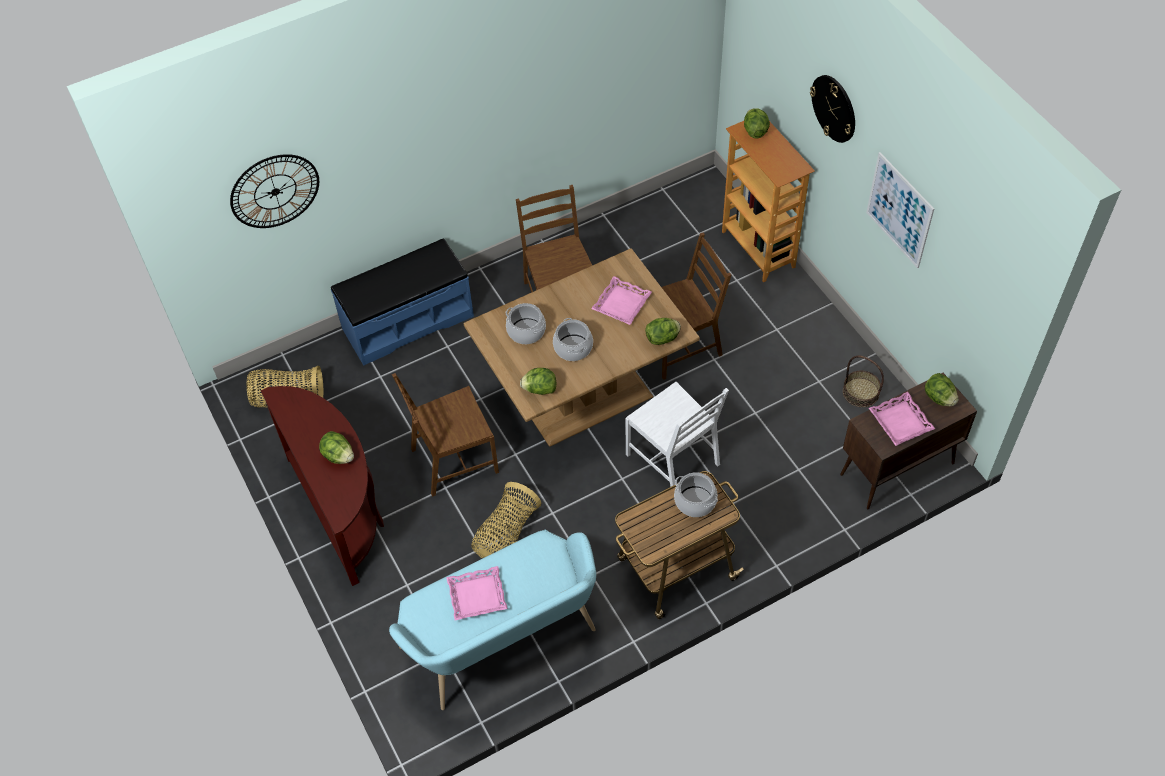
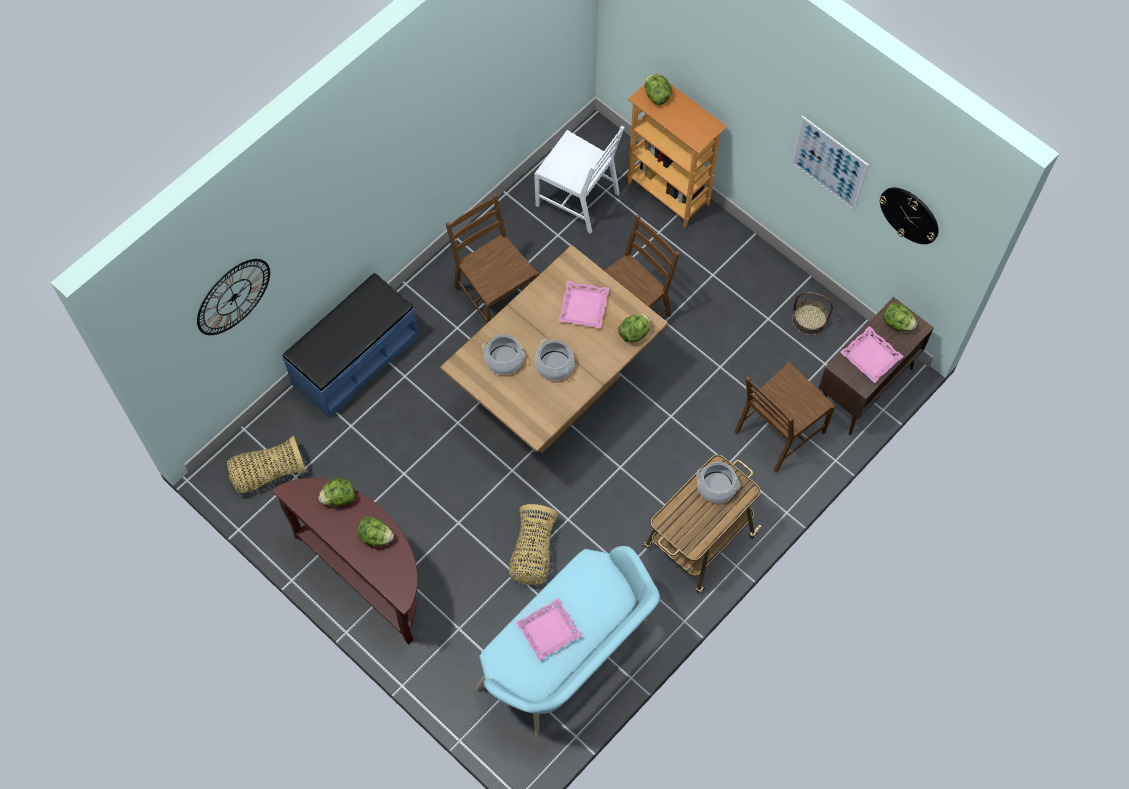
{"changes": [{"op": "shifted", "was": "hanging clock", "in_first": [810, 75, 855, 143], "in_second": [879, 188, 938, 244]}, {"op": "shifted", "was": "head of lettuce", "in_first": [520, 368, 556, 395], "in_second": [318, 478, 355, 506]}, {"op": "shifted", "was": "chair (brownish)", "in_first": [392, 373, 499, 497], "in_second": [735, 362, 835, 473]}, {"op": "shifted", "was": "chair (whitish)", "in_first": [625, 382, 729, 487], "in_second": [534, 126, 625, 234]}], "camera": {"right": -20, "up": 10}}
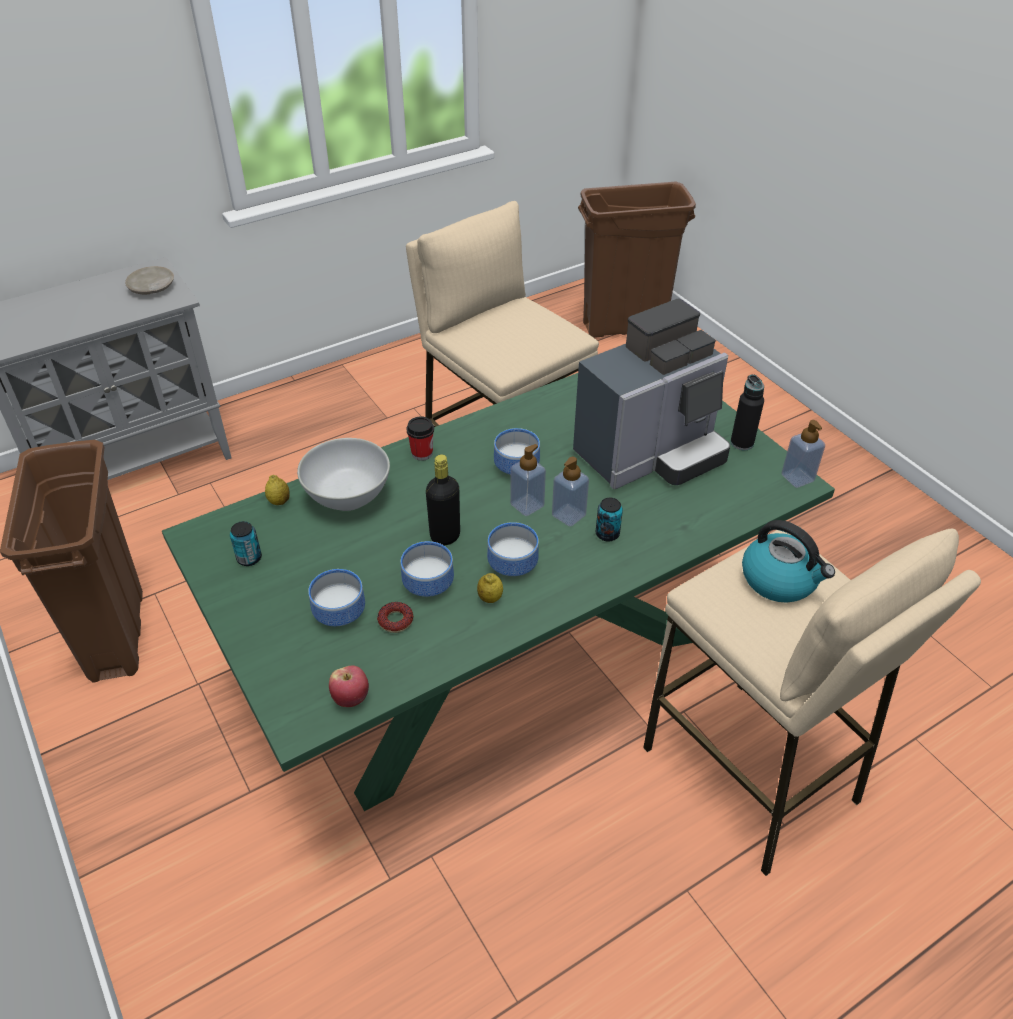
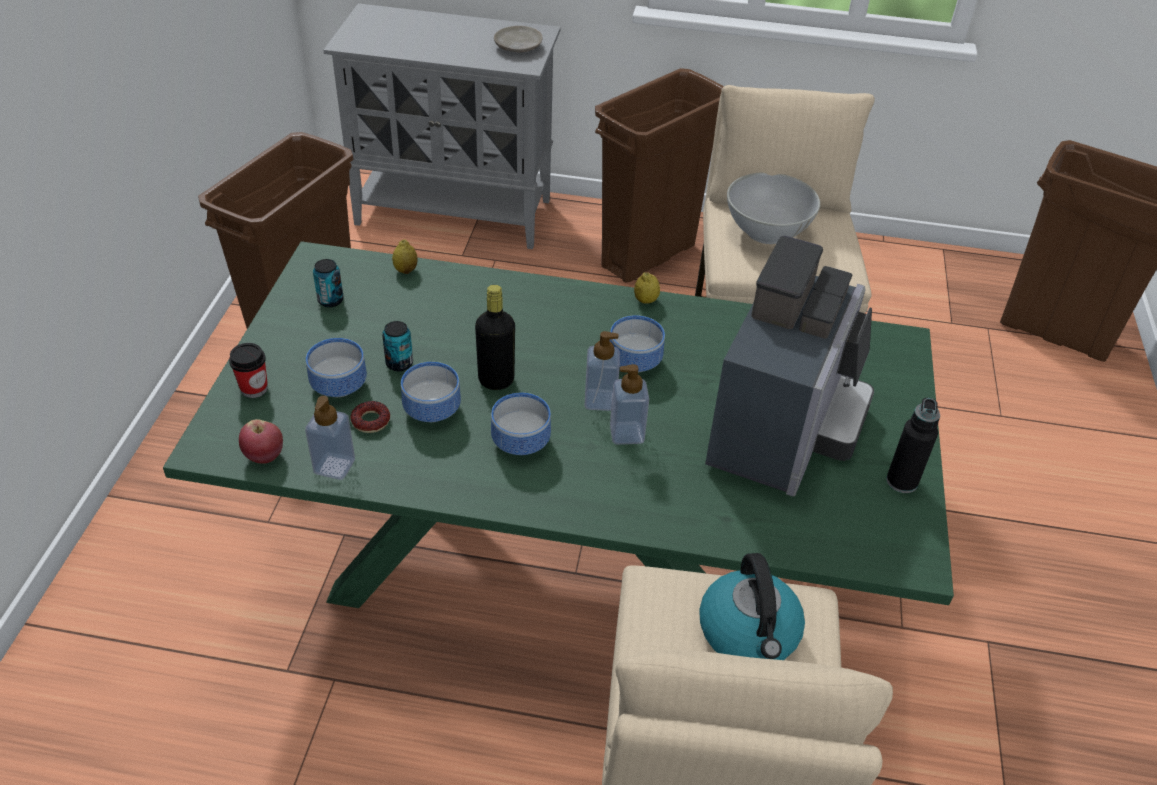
{"changes": [{"op": "rotated", "was": "coffee machine", "in_first": [573, 299, 730, 489], "in_second": [705, 236, 874, 496], "clockwise": -75}, {"op": "shifted", "was": "cup", "in_first": [406, 416, 434, 461], "in_second": [229, 343, 268, 398]}, {"op": "shifted", "was": "liquid soap bottle", "in_first": [781, 420, 825, 488], "in_second": [305, 396, 355, 480]}, {"op": "shifted", "was": "bowl (whitish)", "in_first": [297, 438, 390, 511], "in_second": [727, 173, 820, 244]}, {"op": "shifted", "was": "sealed can", "in_first": [596, 497, 623, 541], "in_second": [382, 321, 413, 371]}, {"op": "shifted", "was": "citrus fruit", "in_first": [477, 573, 503, 603], "in_second": [634, 272, 660, 303]}, {"op": "new", "now": "rubbish bin (brownish)", "in_second": [595, 68, 724, 283]}], "camera": {"right": 40, "up": 0}}
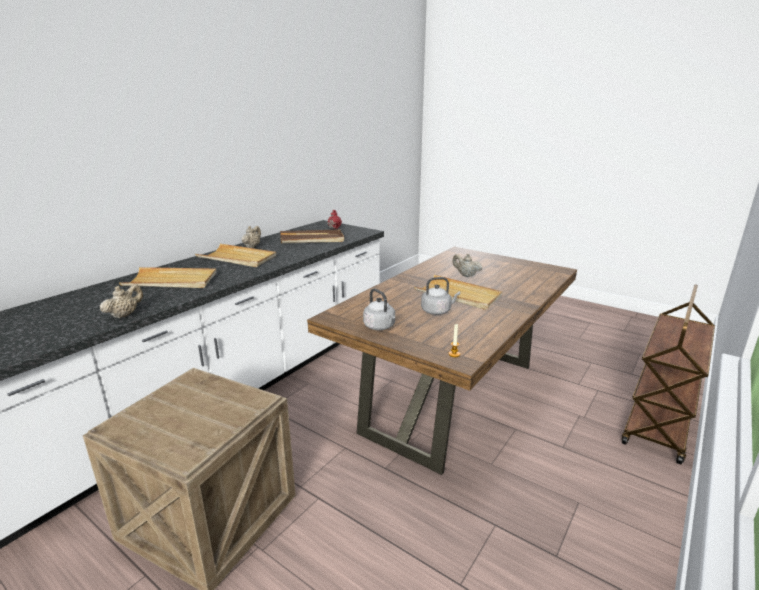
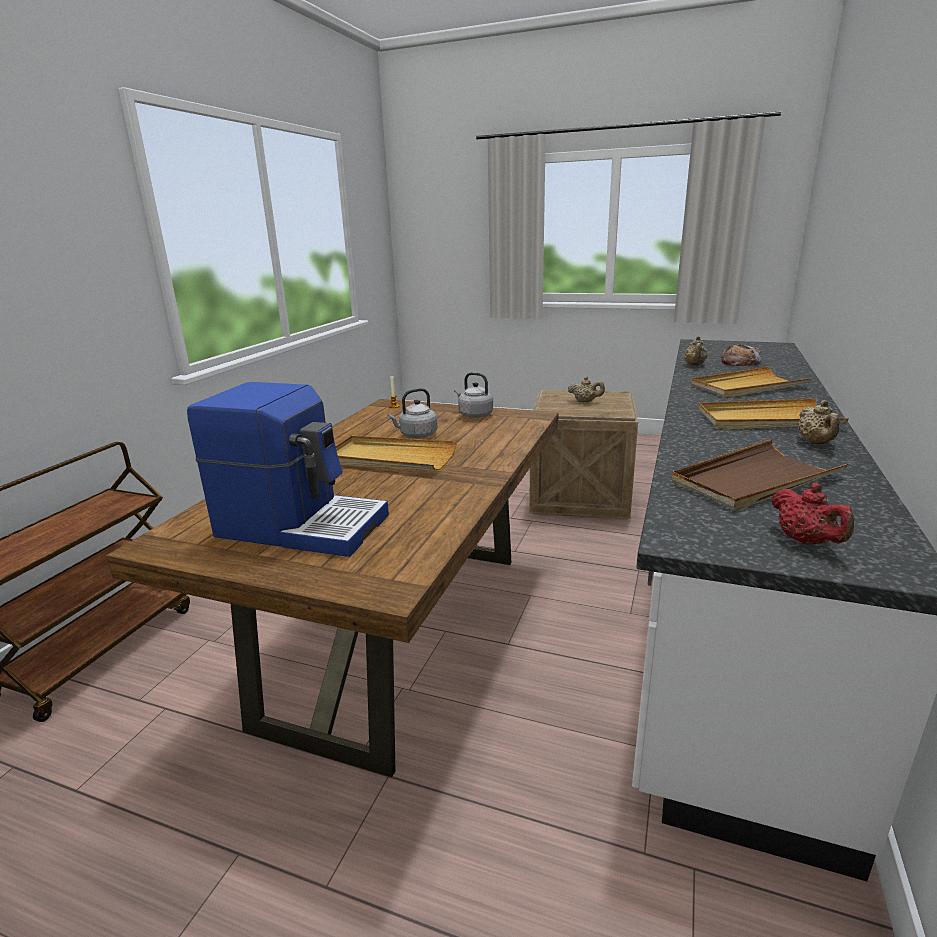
{"changes": [{"op": "shifted", "was": "teapot (beige-coloured)", "in_first": [452, 254, 483, 277], "in_second": [568, 377, 605, 403]}, {"op": "new", "now": "baked bread", "in_second": [720, 344, 761, 366]}, {"op": "new", "now": "coffee machine", "in_second": [187, 382, 389, 557]}], "camera": {"right": 165, "up": 0}}
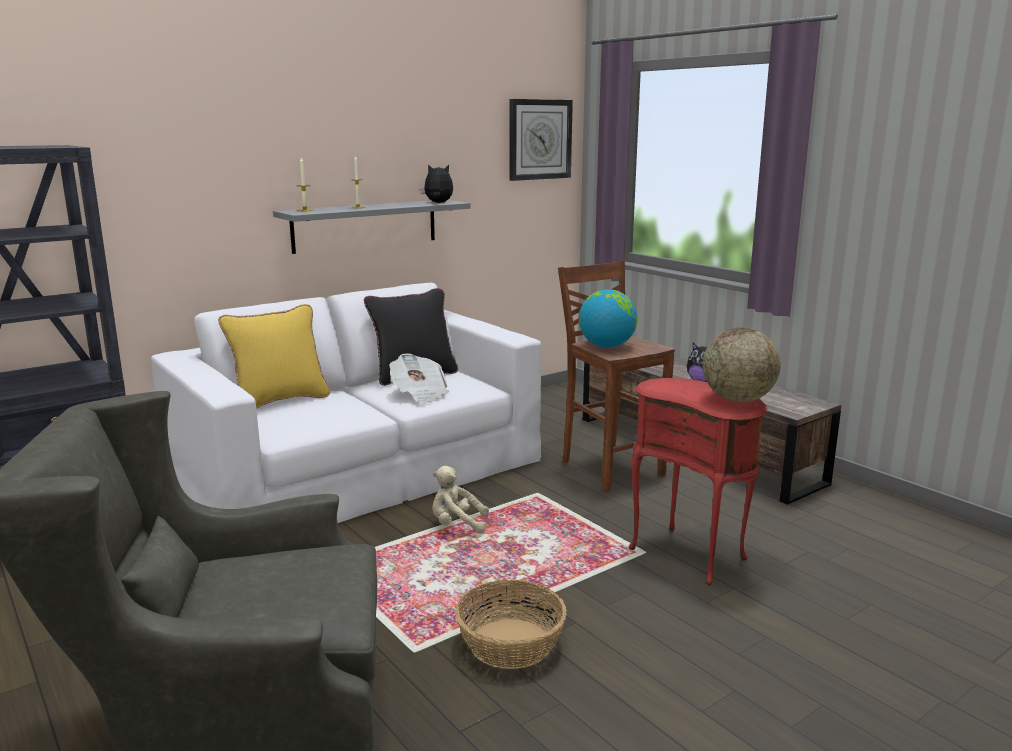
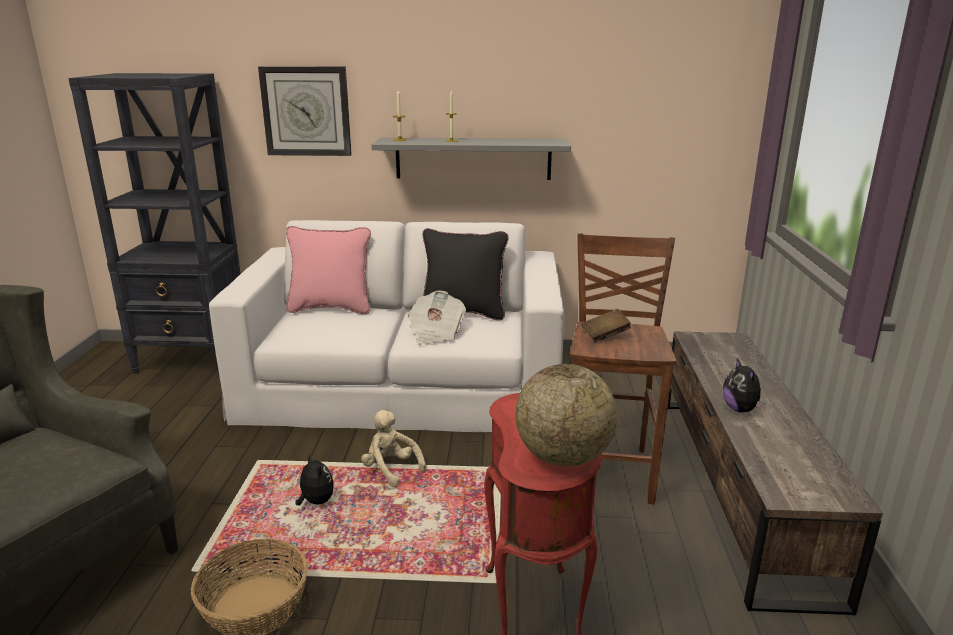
{"changes": [{"op": "shifted", "was": "hanging clock", "in_first": [510, 99, 573, 181], "in_second": [258, 66, 352, 156]}, {"op": "shifted", "was": "cuddly toy", "in_first": [420, 164, 453, 203], "in_second": [295, 453, 334, 505]}, {"op": "swapped", "was": "world globe", "now": "book (brownish)", "in_first": [579, 289, 638, 348], "in_second": [582, 309, 631, 342]}, {"op": "repainted", "was": "throw pillow (yellowish)", "now": "throw pillow (pink-coloured)", "in_first": [218, 304, 330, 409], "in_second": [286, 226, 371, 314]}], "camera": {"right": 40, "up": 5}}
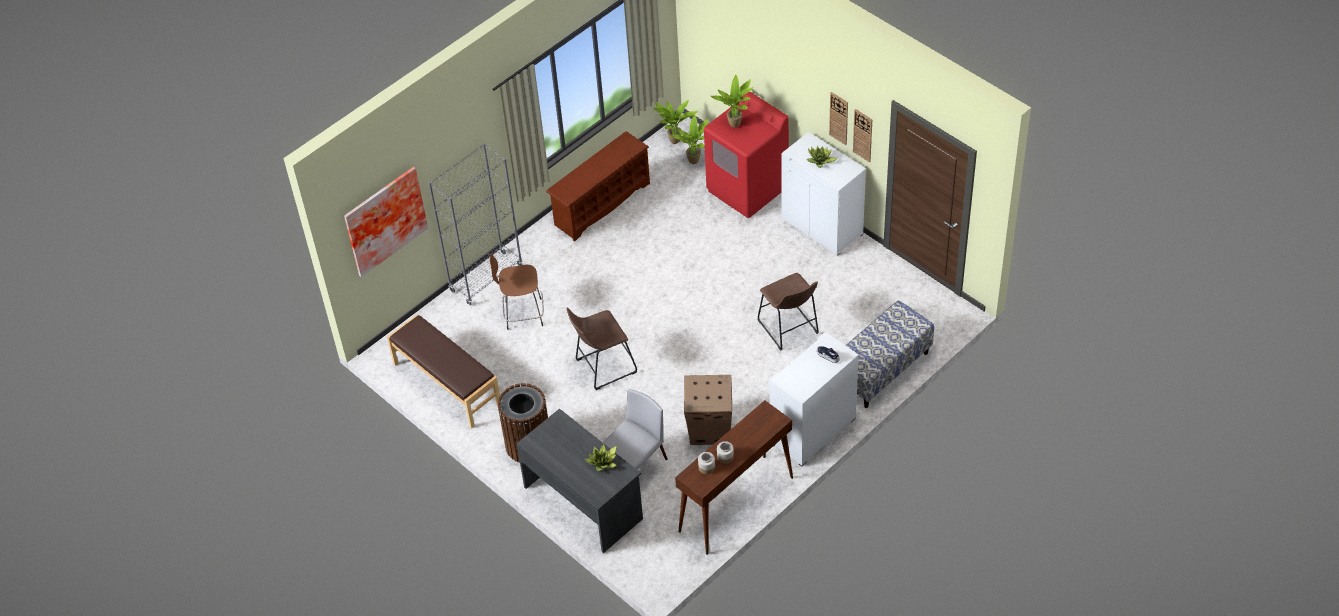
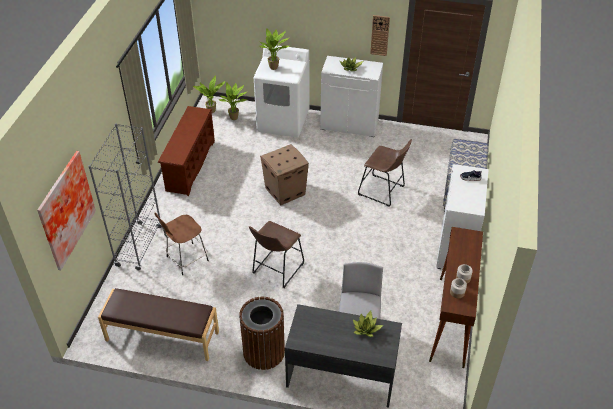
{"changes": [{"op": "repainted", "was": "washing machine (red-coloured)", "now": "washing machine (whitish)", "in_first": [704, 92, 789, 218], "in_second": [254, 45, 309, 138]}, {"op": "gone", "was": "hanging clock", "in_first": [829, 92, 848, 145]}, {"op": "shifted", "was": "packing box", "in_first": [684, 375, 732, 445], "in_second": [260, 144, 309, 205]}], "camera": {"right": -35, "up": -5}}
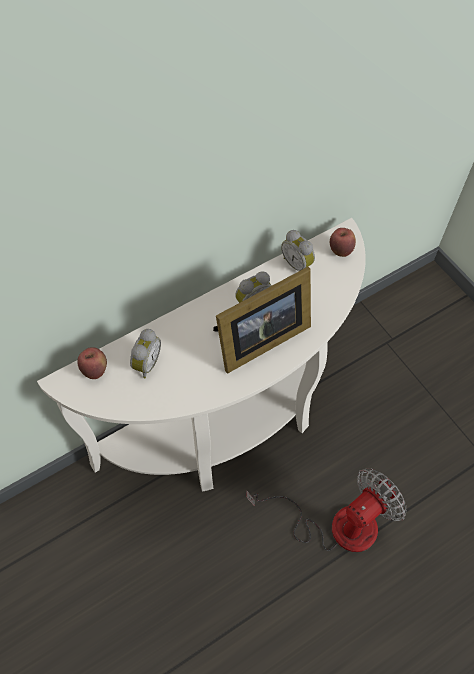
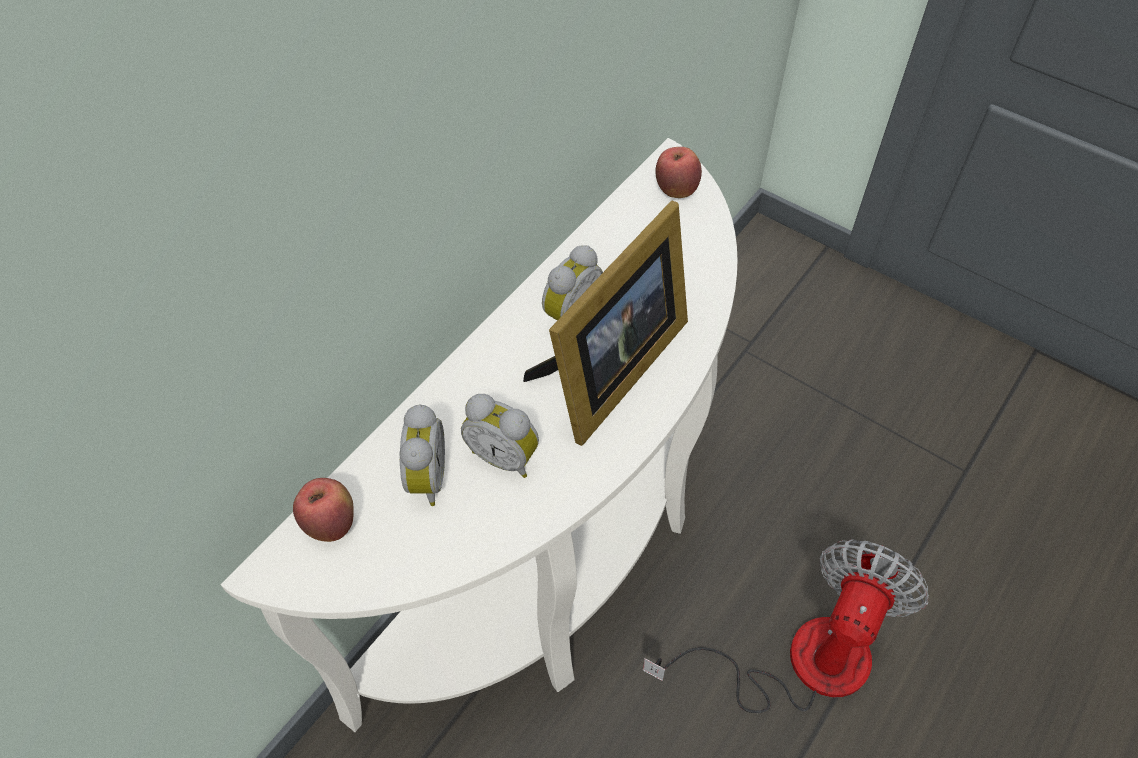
{"changes": [{"op": "shifted", "was": "bedside clock", "in_first": [281, 230, 315, 271], "in_second": [461, 394, 539, 478]}], "camera": {"right": -20, "up": -5}}
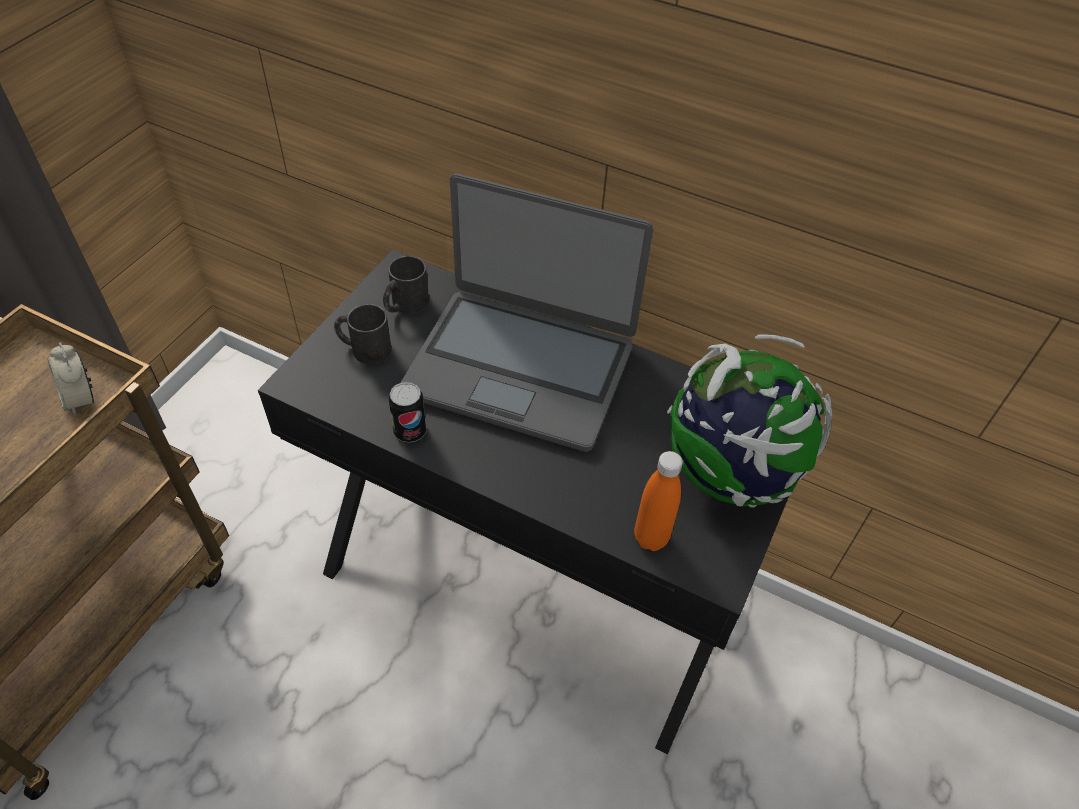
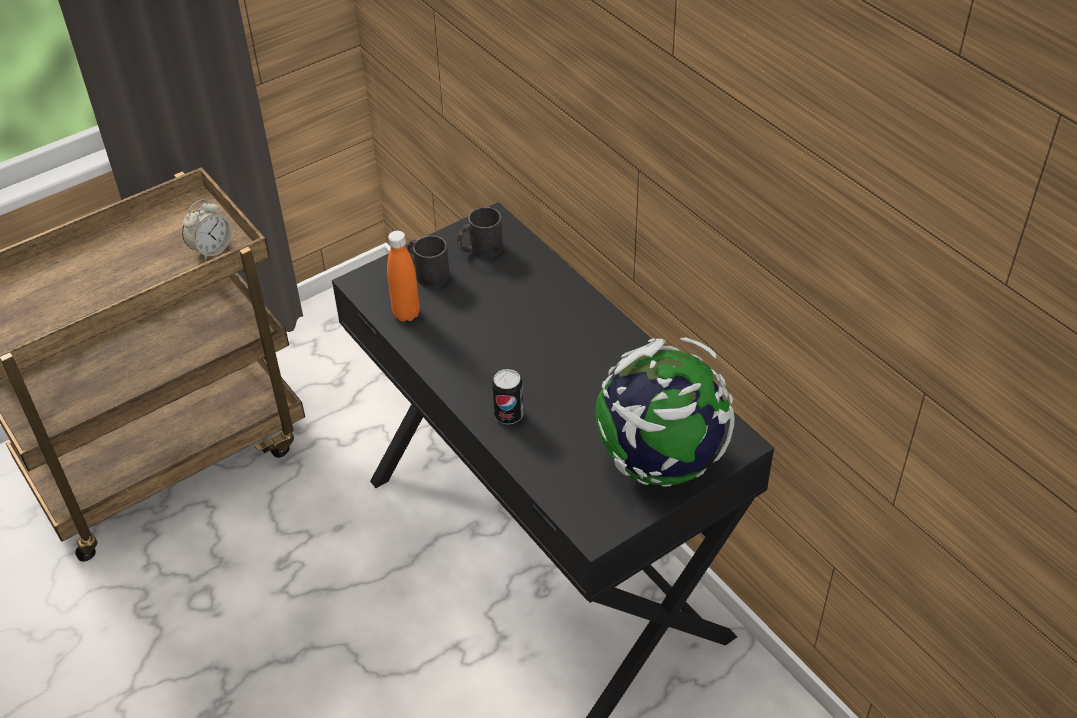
{"changes": [{"op": "gone", "was": "laptop", "in_first": [400, 174, 653, 452]}, {"op": "rotated", "was": "bedside clock", "in_first": [47, 342, 94, 416], "in_second": [182, 199, 232, 261], "clockwise": -135}, {"op": "shifted", "was": "sealed can", "in_first": [388, 382, 427, 443], "in_second": [492, 369, 524, 424]}, {"op": "shifted", "was": "drink bottle (orange-coloured)", "in_first": [634, 451, 683, 551], "in_second": [387, 231, 420, 322]}], "camera": {"right": 30, "up": -5}}
